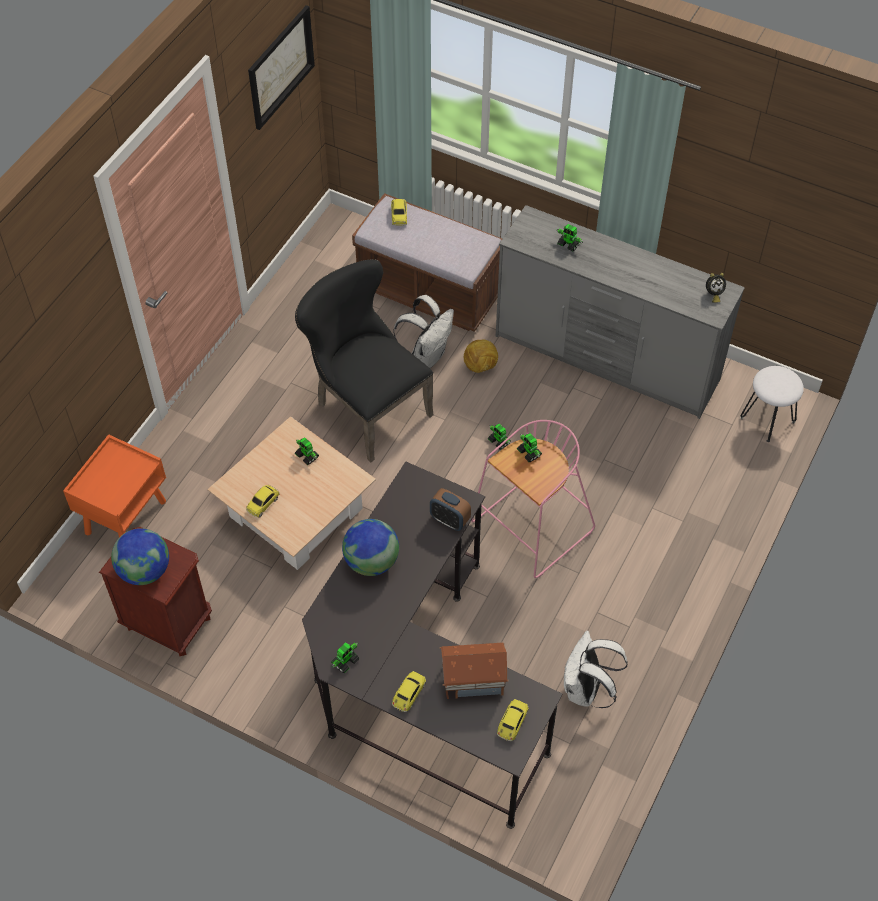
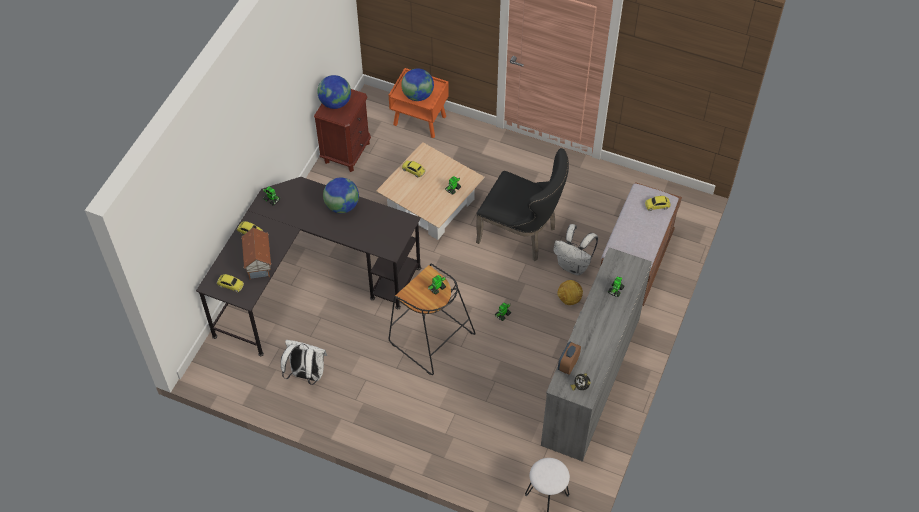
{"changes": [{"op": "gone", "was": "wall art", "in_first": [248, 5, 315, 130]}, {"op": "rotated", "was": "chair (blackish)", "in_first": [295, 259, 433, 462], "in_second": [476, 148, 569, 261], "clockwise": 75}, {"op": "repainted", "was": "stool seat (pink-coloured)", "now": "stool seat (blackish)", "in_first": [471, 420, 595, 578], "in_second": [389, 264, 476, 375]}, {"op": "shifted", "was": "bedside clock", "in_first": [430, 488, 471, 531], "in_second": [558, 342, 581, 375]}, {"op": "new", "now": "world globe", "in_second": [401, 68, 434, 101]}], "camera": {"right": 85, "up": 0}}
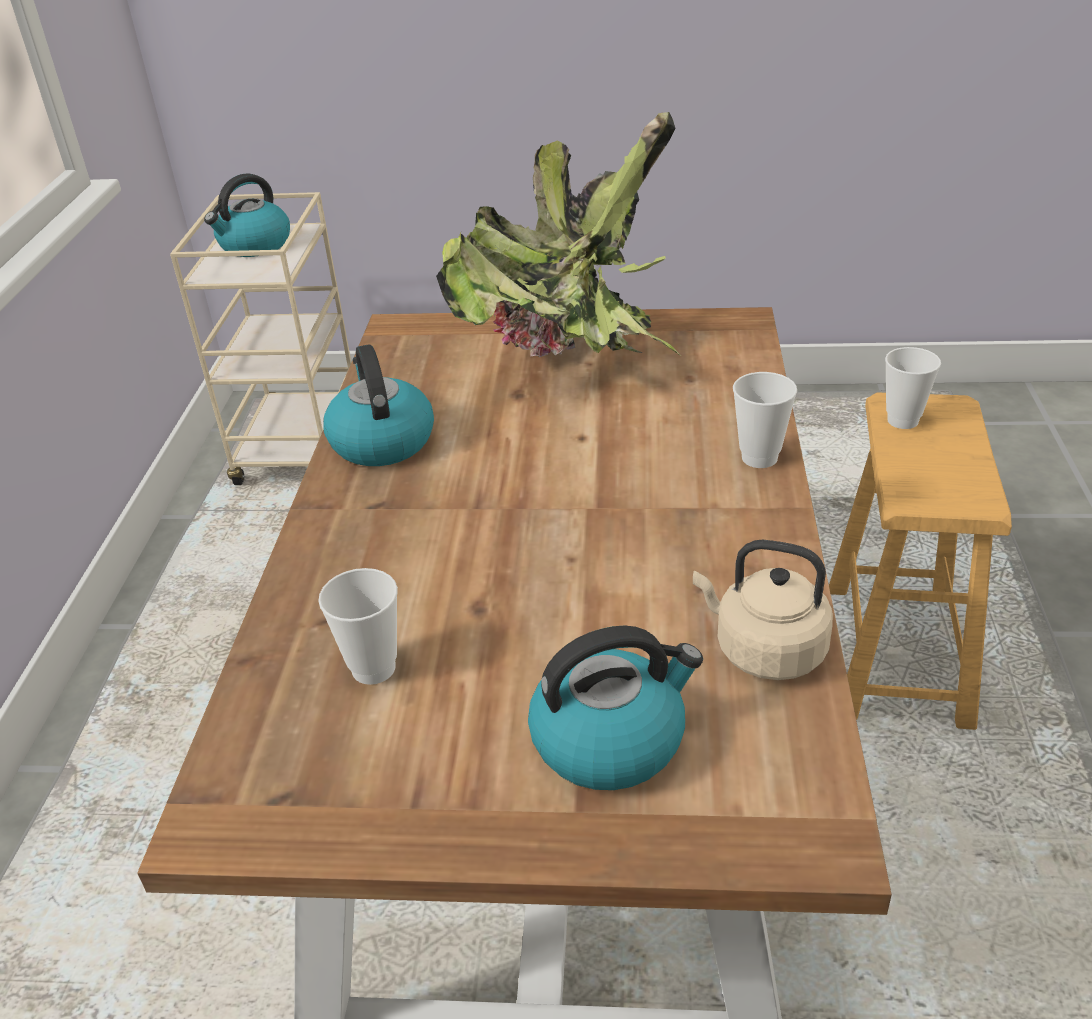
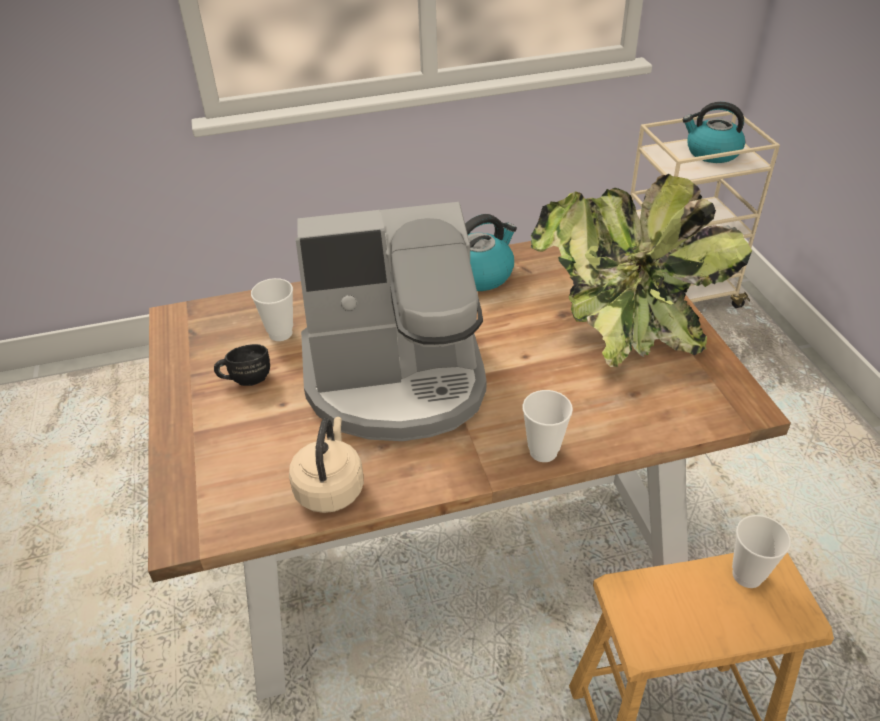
{"changes": [{"op": "gone", "was": "water kettle", "in_first": [528, 625, 703, 790]}, {"op": "new", "now": "coffee machine", "in_second": [296, 202, 486, 441]}, {"op": "new", "now": "mug (blackish)", "in_second": [214, 344, 270, 386]}], "camera": {"right": 70, "up": 5}}
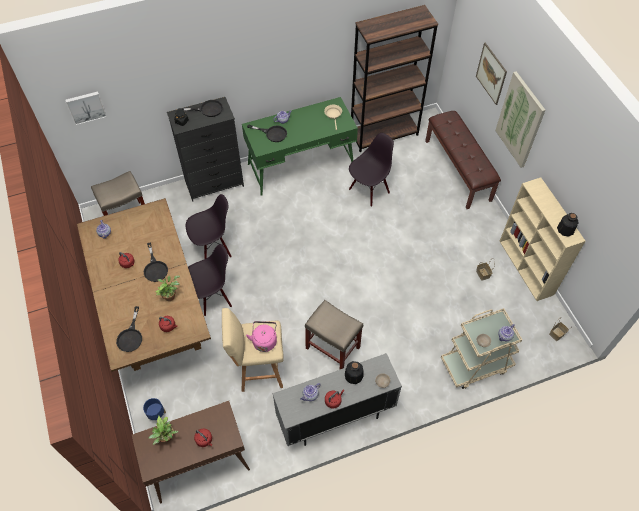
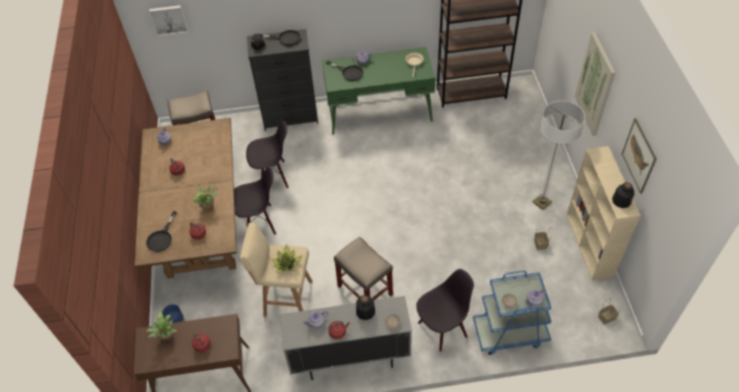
{"changes": [{"op": "shifted", "was": "wall art", "in_first": [476, 43, 507, 105], "in_second": [622, 118, 657, 194]}, {"op": "gone", "was": "bench (brownish)", "in_first": [425, 111, 501, 209]}, {"op": "shifted", "was": "chair (blackish)", "in_first": [349, 133, 394, 207], "in_second": [416, 269, 474, 352]}, {"op": "gone", "was": "frying pan (blackish)", "in_first": [144, 242, 168, 282]}, {"op": "repainted", "was": "cart (beige-coloured)", "now": "cart (blue)", "in_first": [441, 308, 522, 389], "in_second": [473, 271, 551, 355]}, {"op": "swapped", "was": "water kettle (pink-coloured)", "now": "houseplant", "in_first": [246, 321, 277, 352], "in_second": [271, 244, 303, 273]}, {"op": "new", "now": "floor lamp", "in_second": [533, 101, 585, 210]}], "camera": {"right": 15, "up": -5}}
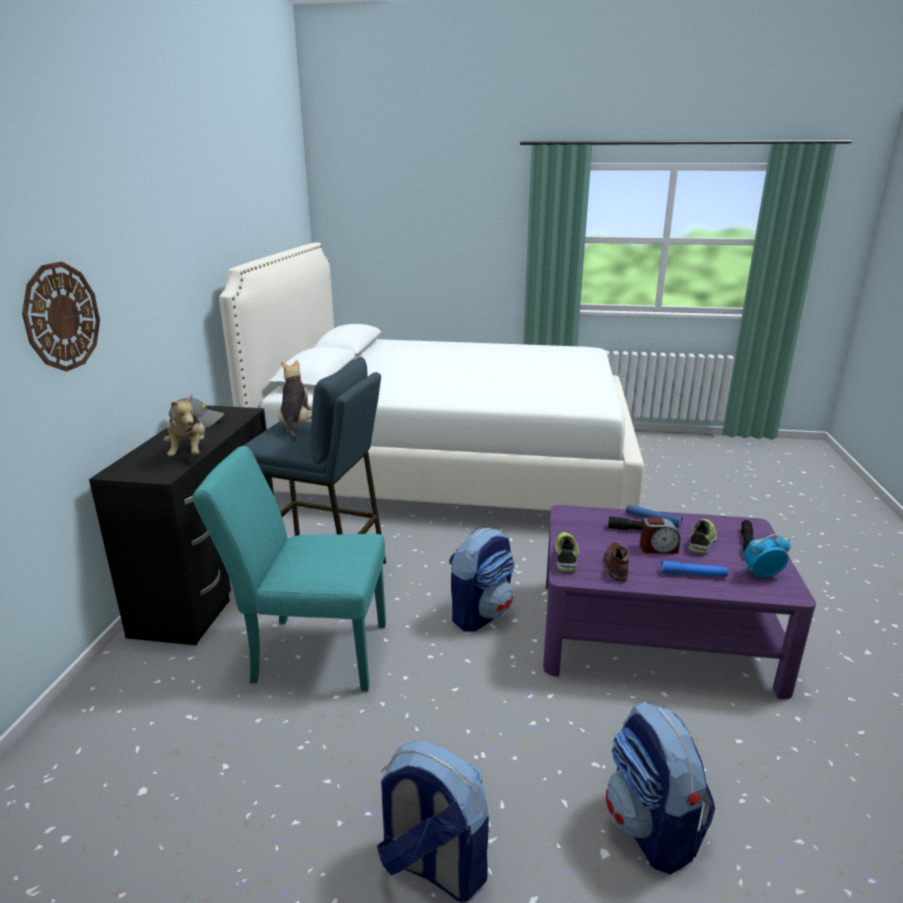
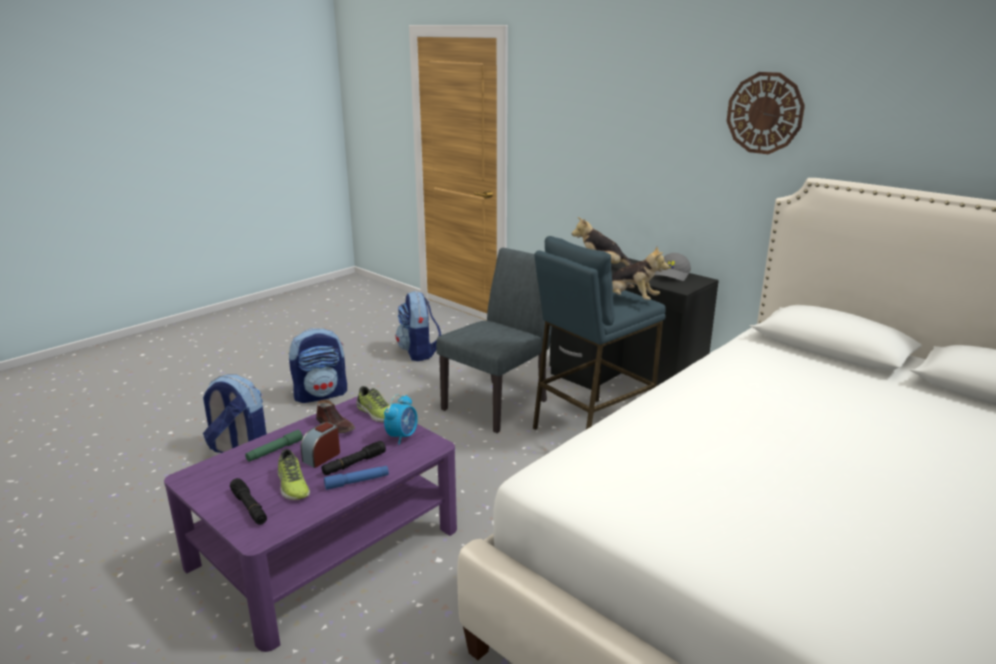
{"changes": [{"op": "shifted", "was": "hanging clock", "in_first": [22, 262, 100, 371], "in_second": [727, 72, 805, 154]}, {"op": "repainted", "was": "chair (turquoise)", "now": "chair (greyish)", "in_first": [193, 446, 386, 691], "in_second": [436, 248, 552, 433]}, {"op": "shifted", "was": "backpack", "in_first": [449, 528, 515, 632], "in_second": [396, 291, 441, 361]}, {"op": "shifted", "was": "bedside clock", "in_first": [744, 534, 791, 578], "in_second": [384, 395, 418, 445]}, {"op": "repainted", "was": "flashlight (blue)", "now": "flashlight (green-coloured)", "in_first": [661, 561, 728, 577], "in_second": [245, 430, 303, 462]}], "camera": {"right": 125, "up": 0}}
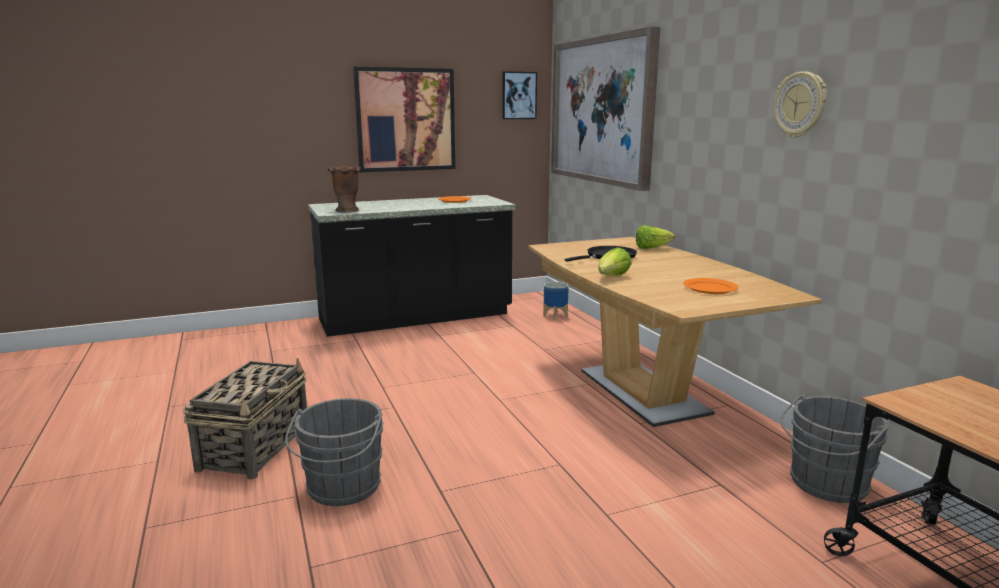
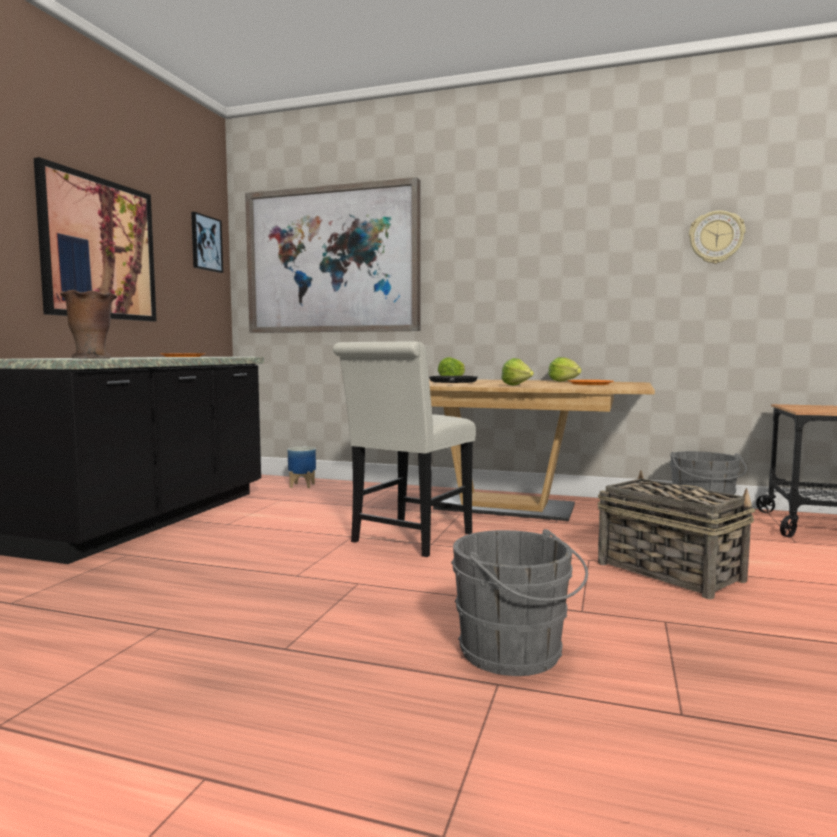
{"changes": [{"op": "shifted", "was": "hanging clock", "in_first": [774, 71, 827, 138], "in_second": [689, 210, 745, 264]}, {"op": "shifted", "was": "household basket", "in_first": [183, 358, 307, 479], "in_second": [598, 470, 755, 599]}, {"op": "new", "now": "chair (whitish)", "in_second": [333, 341, 476, 557]}, {"op": "new", "now": "head of lettuce", "in_second": [548, 357, 582, 382]}], "camera": {"right": -50, "up": -10}}
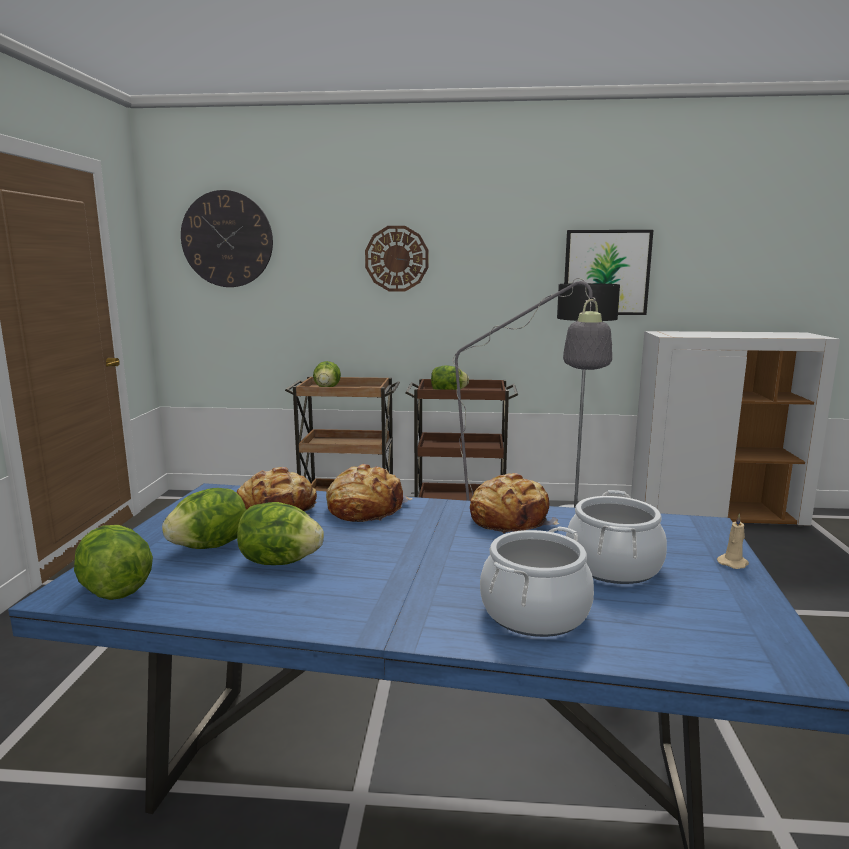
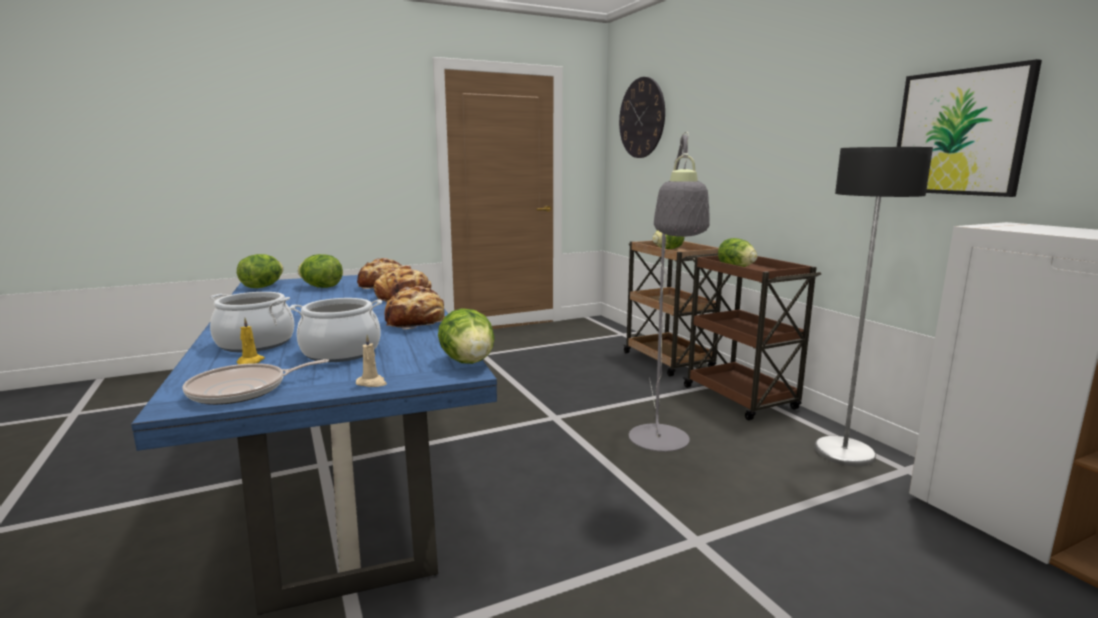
{"changes": [{"op": "gone", "was": "hanging clock", "in_first": [365, 226, 429, 291]}, {"op": "shifted", "was": "head of lettuce", "in_first": [237, 502, 324, 565], "in_second": [438, 308, 495, 364]}, {"op": "new", "now": "wax candle (yellowish)", "in_second": [237, 318, 265, 364]}, {"op": "new", "now": "frying pan", "in_second": [182, 359, 329, 405]}], "camera": {"right": 60, "up": 0}}
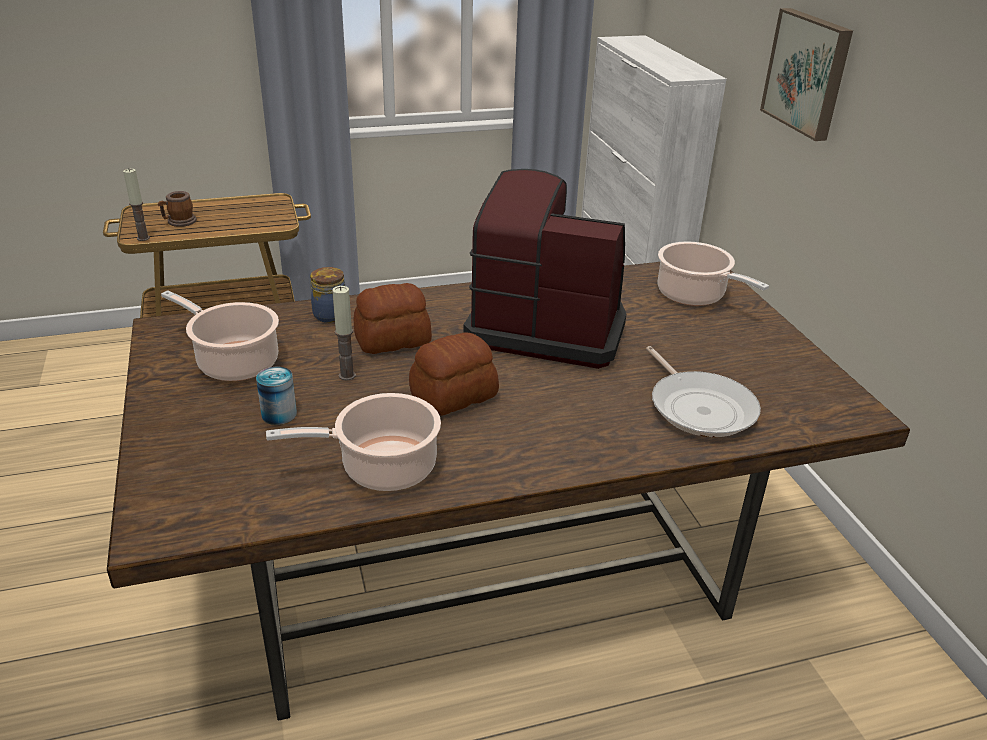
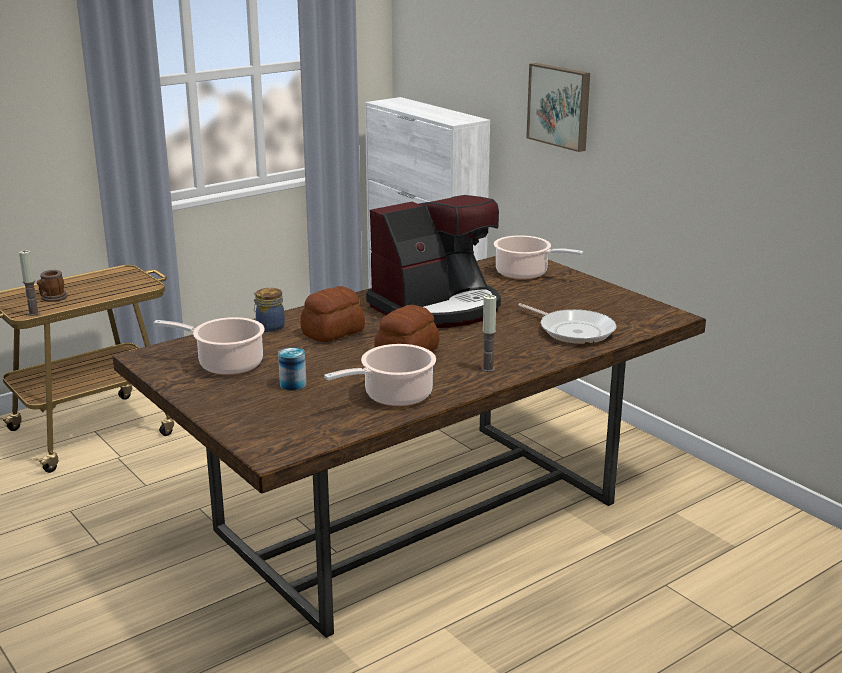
{"changes": [{"op": "rotated", "was": "coffee machine", "in_first": [464, 169, 627, 369], "in_second": [366, 195, 501, 328], "clockwise": 150}, {"op": "shifted", "was": "wax candle", "in_first": [332, 286, 356, 381], "in_second": [481, 295, 496, 372]}], "camera": {"right": -20, "up": -10}}
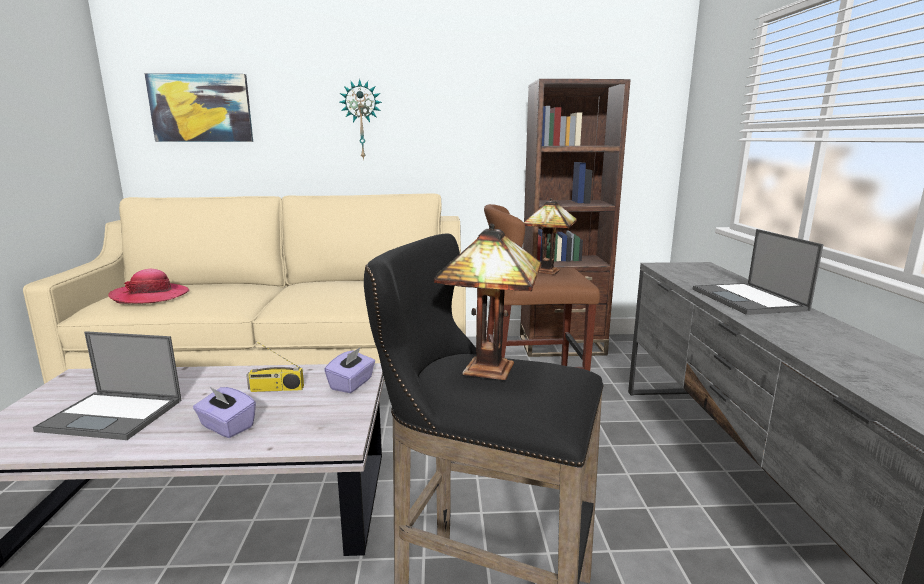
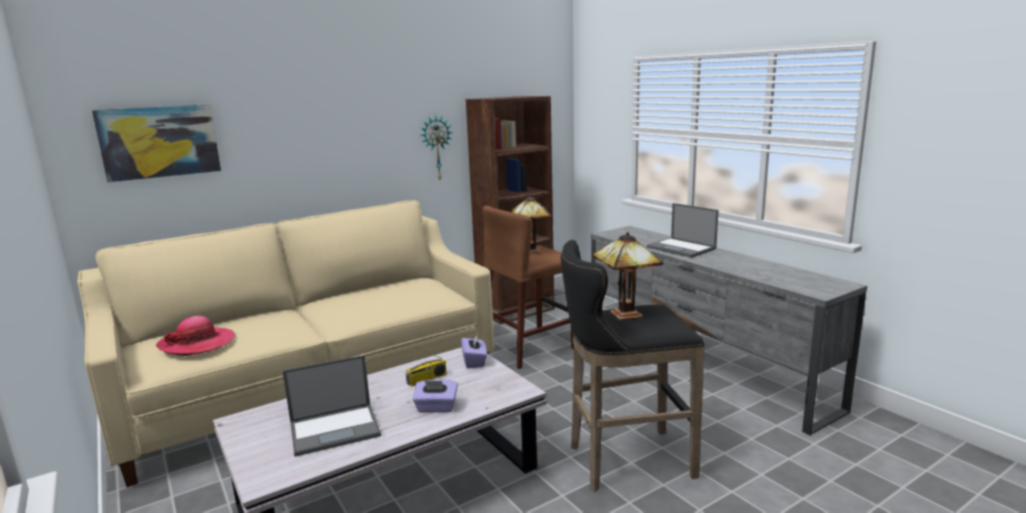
{"changes": [{"op": "shifted", "was": "hanging clock", "in_first": [340, 79, 382, 160], "in_second": [421, 115, 453, 180]}], "camera": {"right": -30, "up": 0}}
